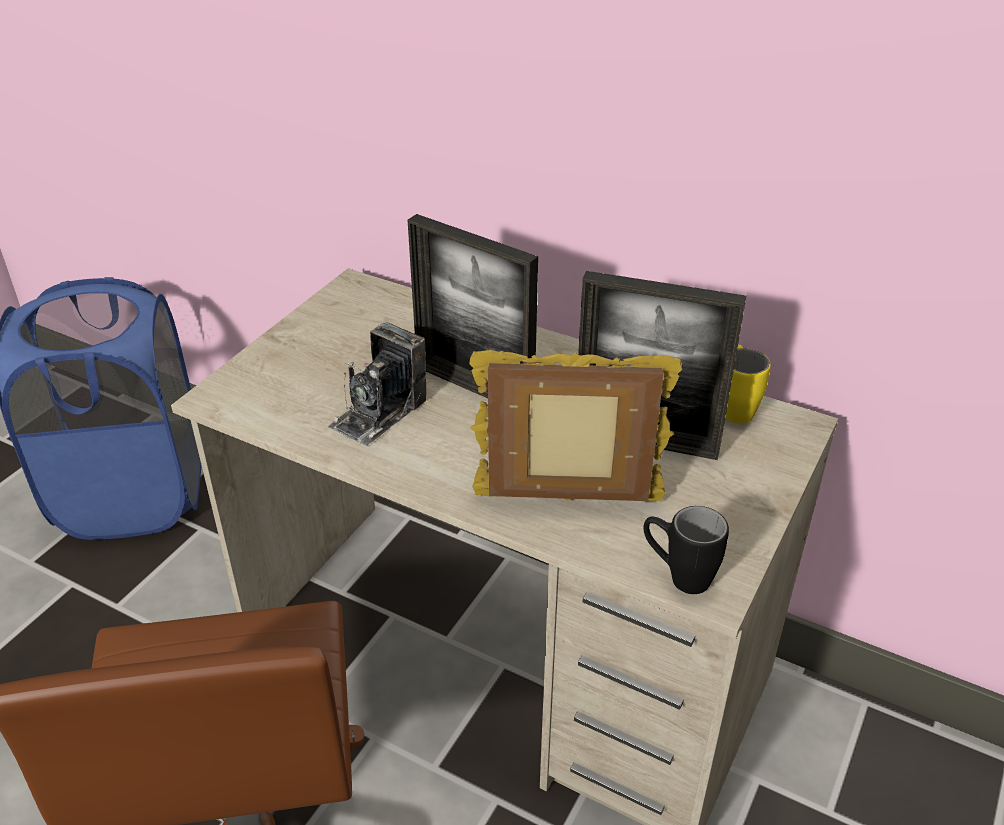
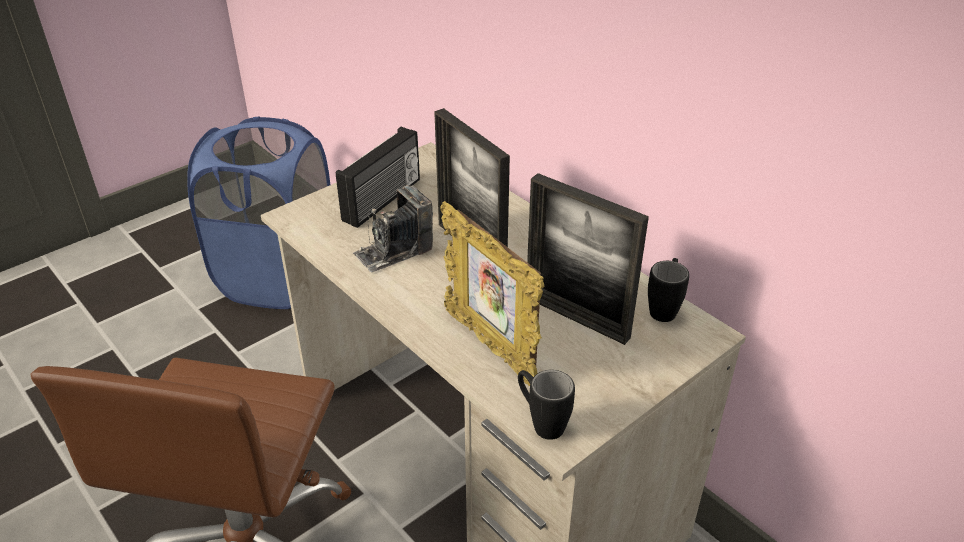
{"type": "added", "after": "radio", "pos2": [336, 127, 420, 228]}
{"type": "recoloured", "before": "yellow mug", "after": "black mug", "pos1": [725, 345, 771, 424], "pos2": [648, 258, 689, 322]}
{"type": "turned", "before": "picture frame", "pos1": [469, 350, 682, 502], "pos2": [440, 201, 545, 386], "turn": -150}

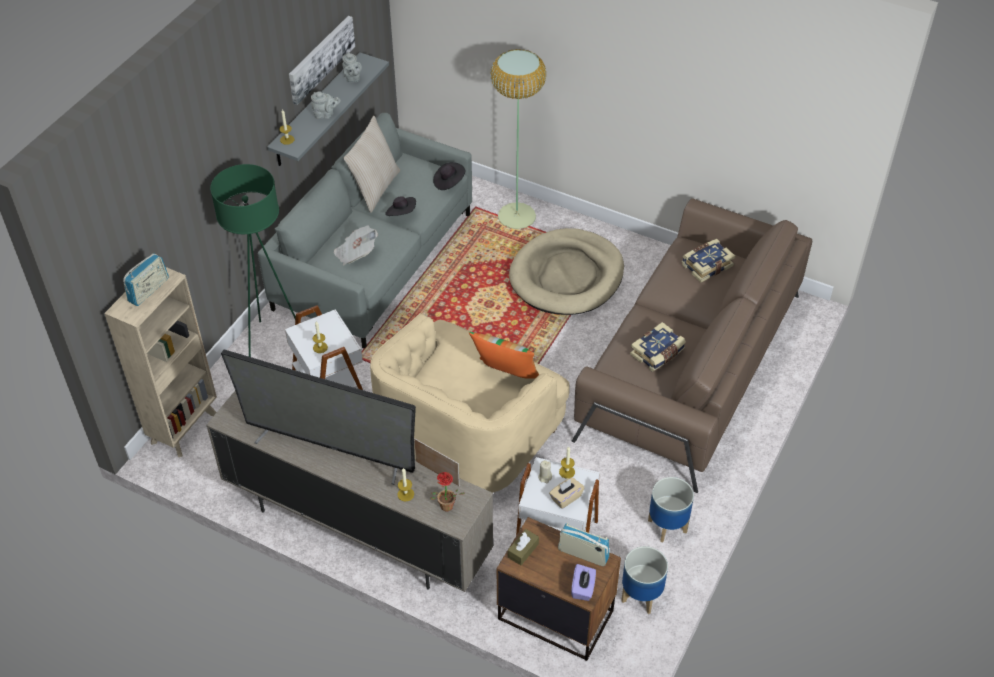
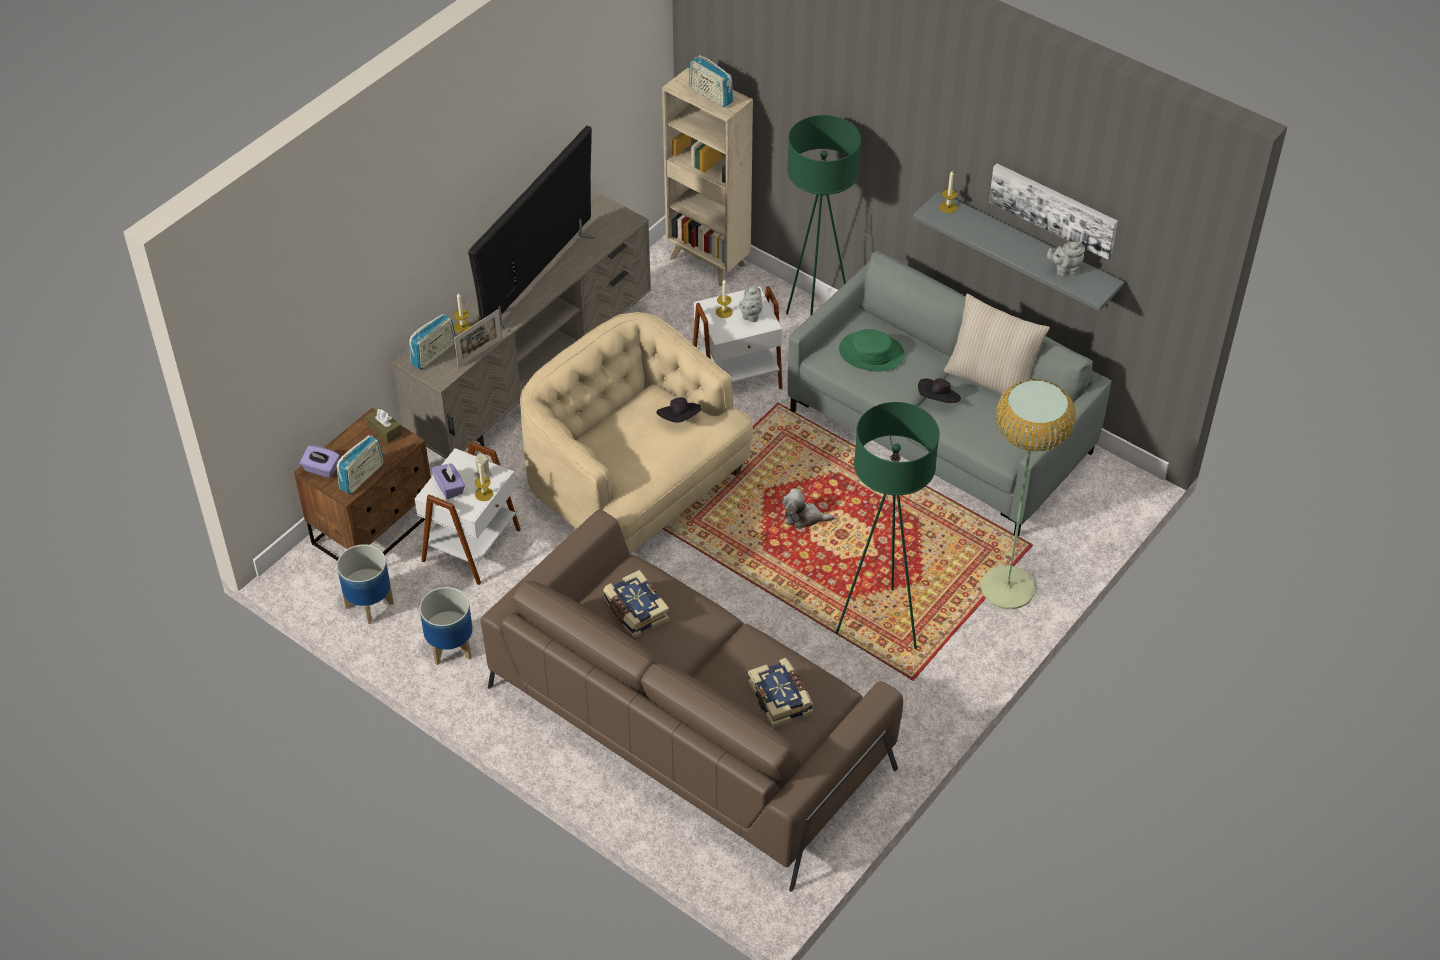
{"type": "removed", "before": "pillow", "pos1": [469, 332, 540, 379]}
{"type": "added", "after": "plush toy", "pos2": [782, 489, 835, 529]}
{"type": "moved", "before": "grey teapot", "pos1": [311, 91, 341, 119], "pos2": [739, 284, 762, 322]}
{"type": "moved", "before": "black hat", "pos1": [433, 162, 465, 190], "pos2": [657, 397, 701, 423]}
{"type": "replaced", "before": "newspaper", "after": "green hat", "pos1": [334, 226, 378, 266], "pos2": [839, 329, 904, 371]}
{"type": "replaced", "before": "potted plant", "after": "radio", "pos1": [430, 472, 465, 512], "pos2": [409, 313, 456, 370]}
{"type": "replaced", "before": "beige dog bed", "after": "green floor lamp", "pos1": [509, 228, 624, 315], "pos2": [835, 402, 940, 649]}
{"type": "recoloured", "before": "beige tissue box", "after": "purple tissue box", "pos1": [549, 477, 584, 509], "pos2": [432, 464, 465, 499]}

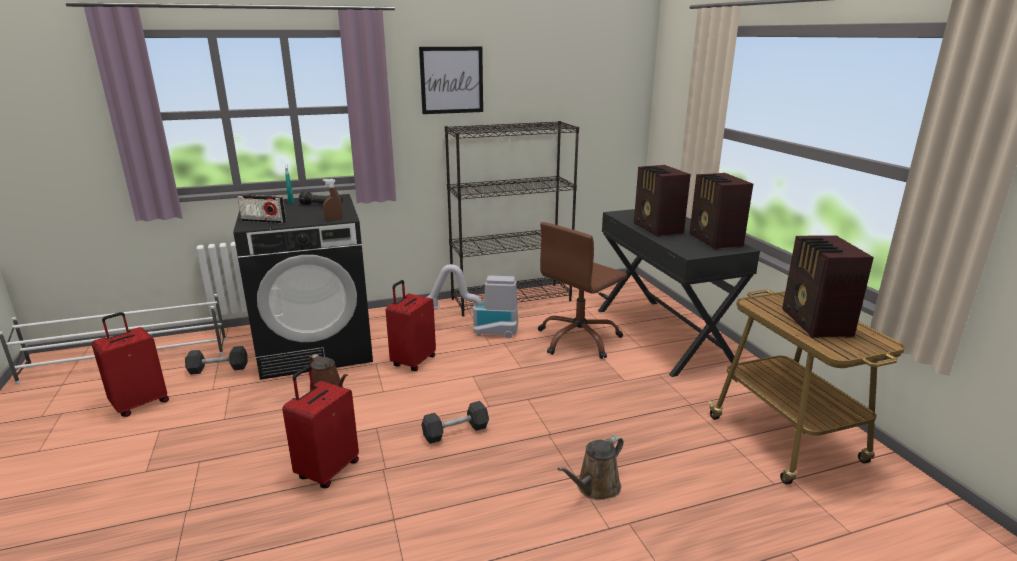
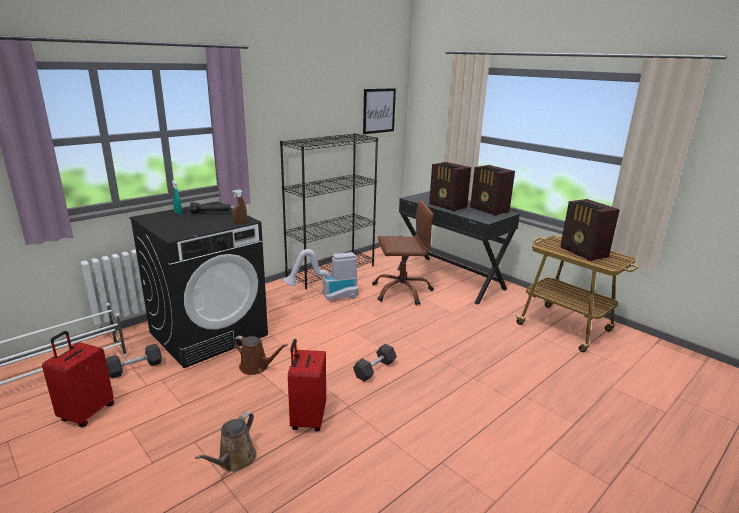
{"type": "removed", "before": "radio", "pos1": [237, 195, 286, 224]}
{"type": "removed", "before": "red suitcase", "pos1": [386, 280, 436, 371]}
{"type": "moved", "before": "picture", "pos1": [419, 47, 483, 114], "pos2": [363, 88, 396, 134]}
{"type": "moved", "before": "brown watering can", "pos1": [557, 435, 624, 500], "pos2": [195, 412, 257, 472]}
{"type": "turned", "before": "brown office chair", "pos1": [538, 222, 627, 359], "pos2": [372, 201, 434, 305], "turn": -120}

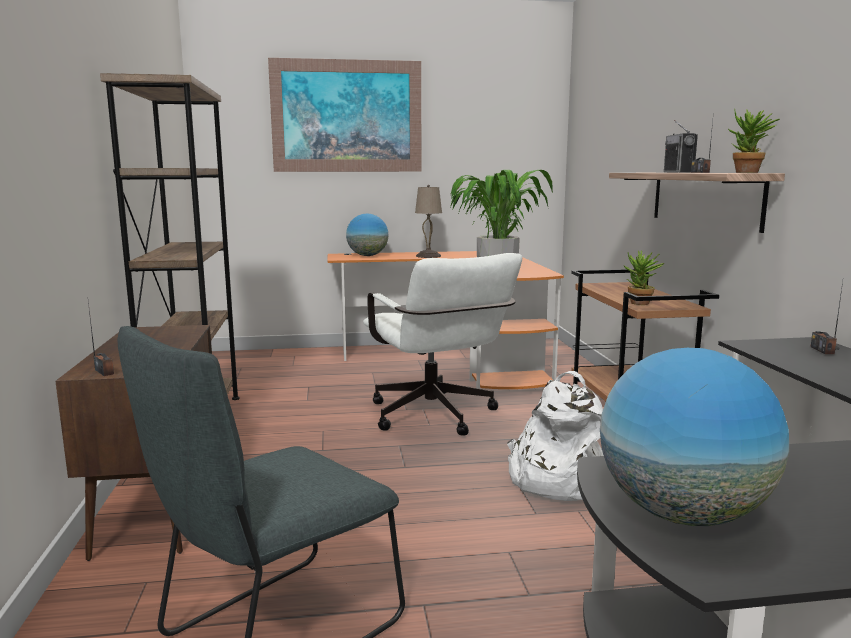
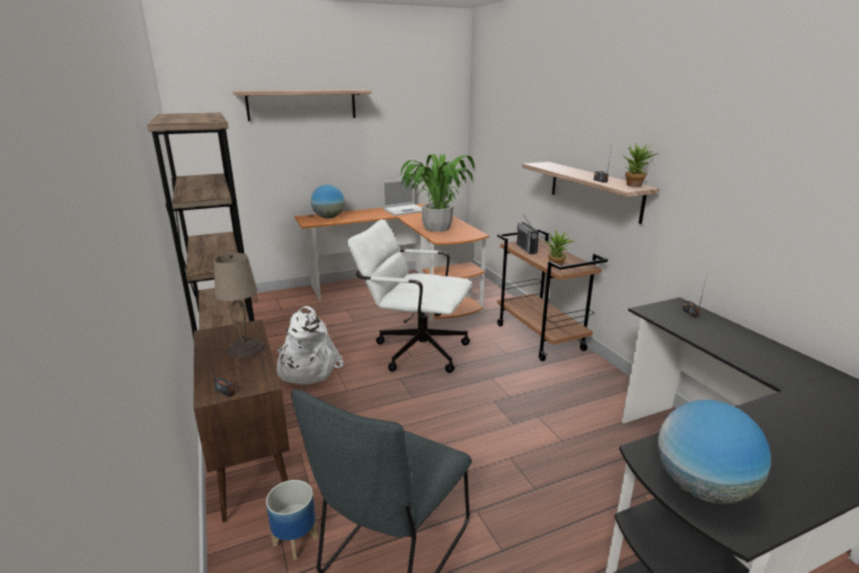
{"type": "added", "after": "planter", "pos2": [266, 480, 318, 560]}
{"type": "added", "after": "laptop", "pos2": [382, 178, 422, 216]}
{"type": "moved", "before": "beige table lamp", "pos1": [415, 185, 442, 258], "pos2": [214, 253, 264, 358]}
{"type": "moved", "before": "white backpack", "pos1": [507, 371, 604, 501], "pos2": [276, 306, 344, 385]}
{"type": "moved", "before": "radio", "pos1": [664, 120, 698, 172], "pos2": [517, 214, 539, 254]}
{"type": "replaced", "before": "picture", "after": "shelf", "pos1": [268, 58, 421, 172], "pos2": [233, 90, 372, 121]}
{"type": "turned", "before": "white office chair", "pos1": [363, 253, 522, 436], "pos2": [347, 219, 472, 373], "turn": 150}

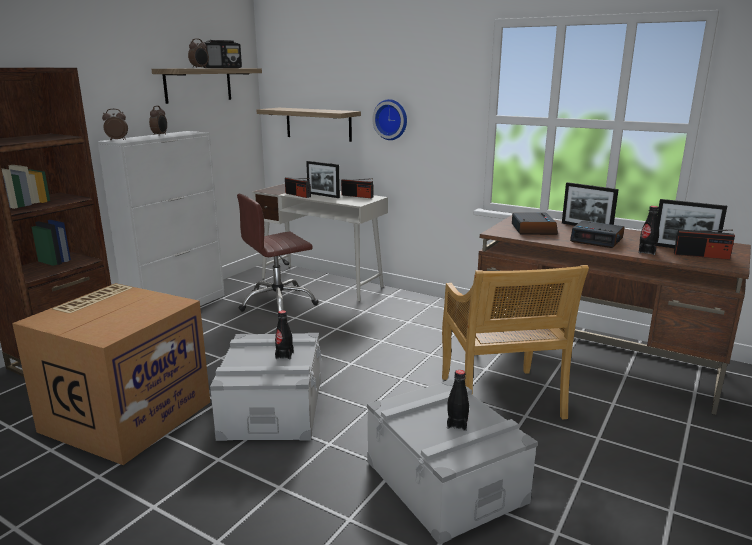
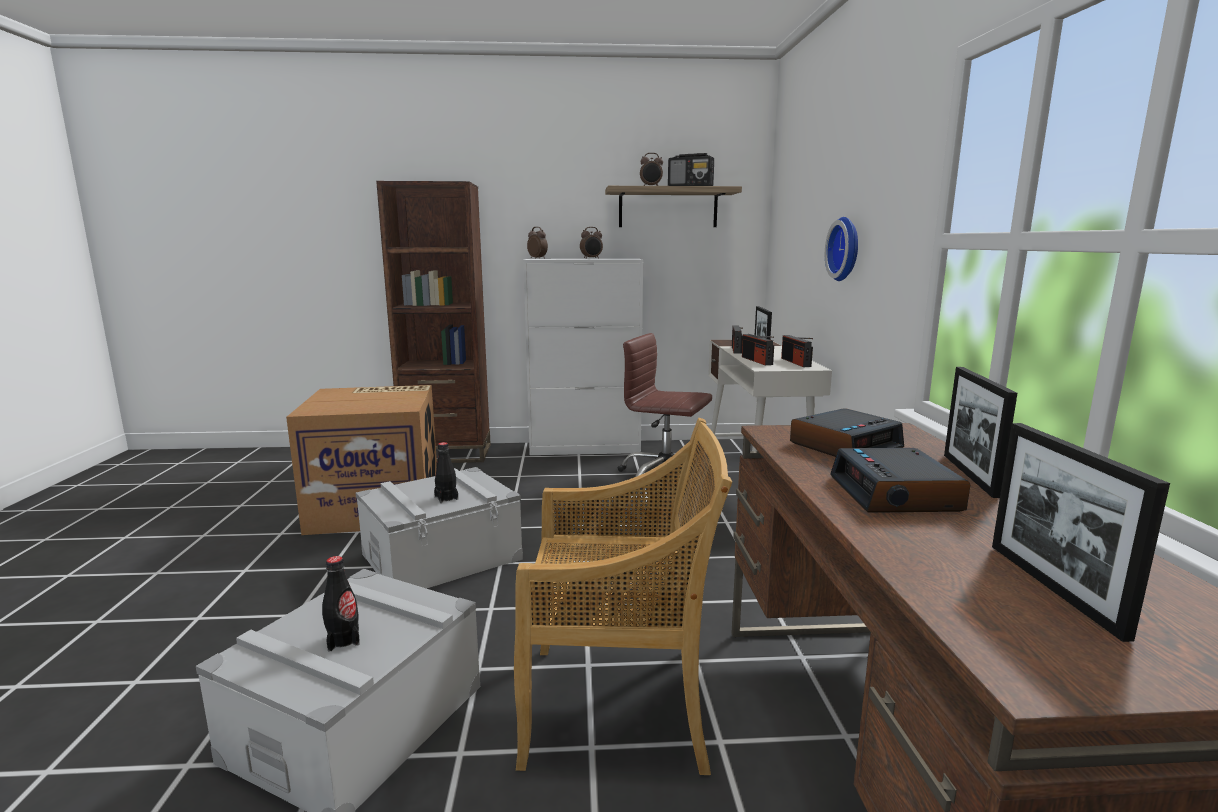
{"type": "removed", "before": "shelf", "pos1": [256, 108, 361, 142]}
{"type": "removed", "before": "black bottle", "pos1": [639, 206, 659, 255]}
{"type": "moved", "before": "radio", "pos1": [674, 229, 735, 260], "pos2": [742, 334, 774, 365]}
{"type": "turned", "before": "beige chair", "pos1": [442, 265, 589, 419], "pos2": [514, 418, 732, 775], "turn": -135}

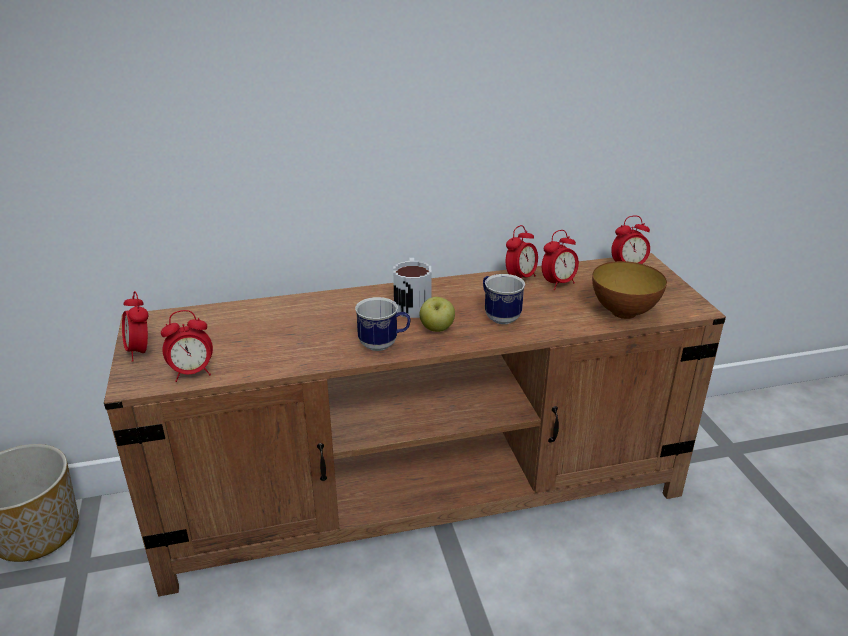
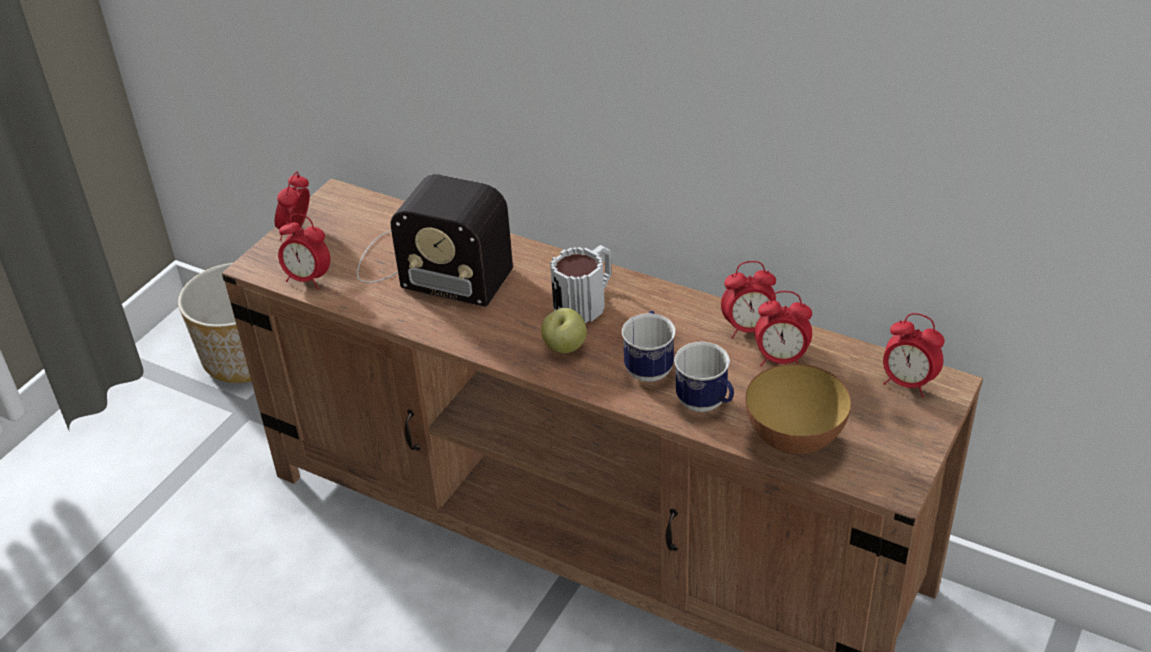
{"type": "added", "after": "radio", "pos2": [357, 174, 513, 307]}
{"type": "moved", "before": "mug", "pos1": [355, 297, 411, 351], "pos2": [674, 342, 734, 412]}

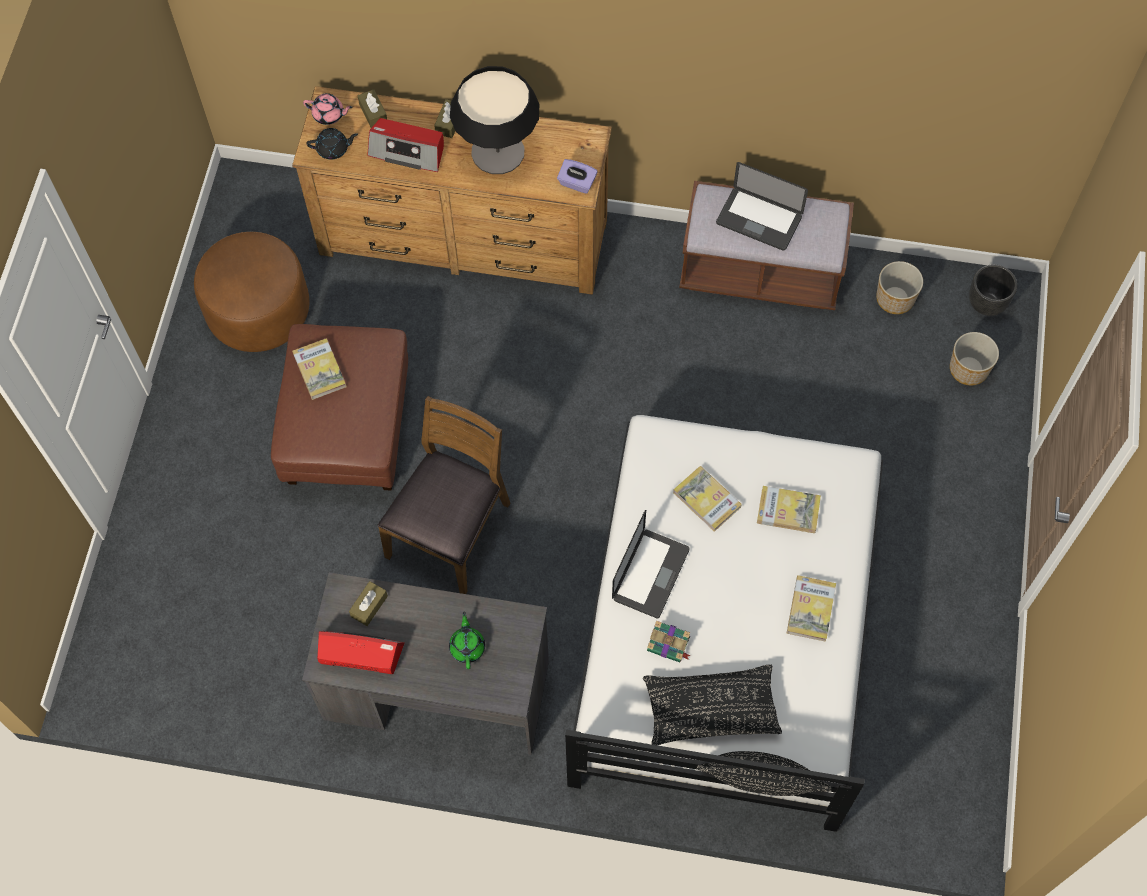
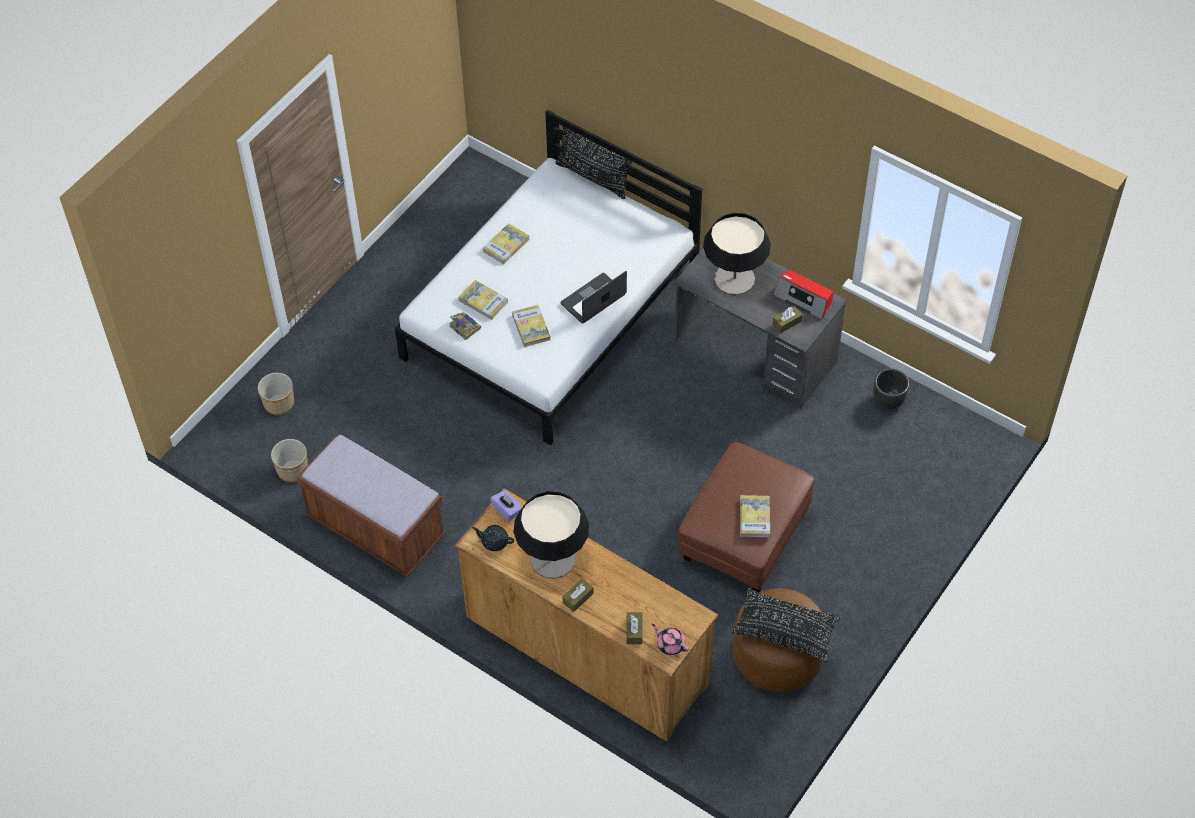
{"type": "removed", "before": "radio", "pos1": [367, 118, 444, 172]}
{"type": "removed", "before": "brown chair", "pos1": [377, 396, 510, 594]}
{"type": "removed", "before": "laptop", "pos1": [716, 162, 808, 251]}
{"type": "moved", "before": "black teapot", "pos1": [306, 128, 358, 160], "pos2": [472, 525, 514, 551]}
{"type": "moved", "before": "black pillow", "pos1": [643, 664, 782, 745], "pos2": [731, 588, 841, 662]}
{"type": "moved", "before": "book", "pos1": [647, 621, 691, 662], "pos2": [449, 312, 481, 340]}
{"type": "moved", "before": "black planter", "pos1": [969, 264, 1017, 316], "pos2": [873, 368, 909, 410]}
{"type": "replaced", "before": "green teapot", "after": "table lamp", "pos1": [449, 611, 485, 669], "pos2": [703, 213, 771, 295]}

